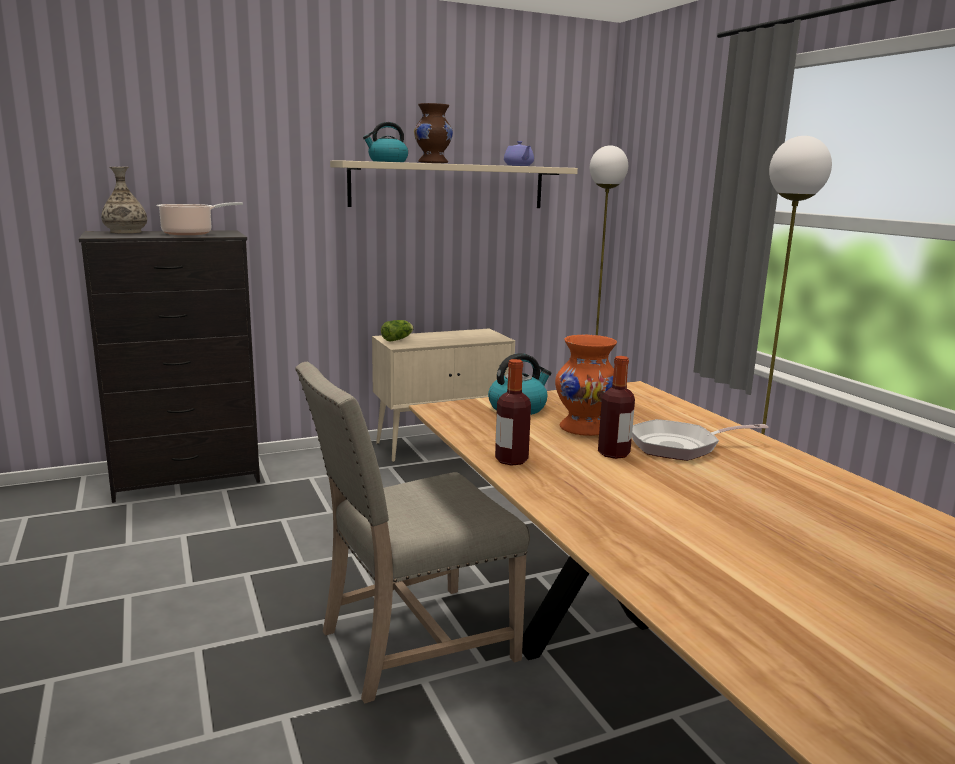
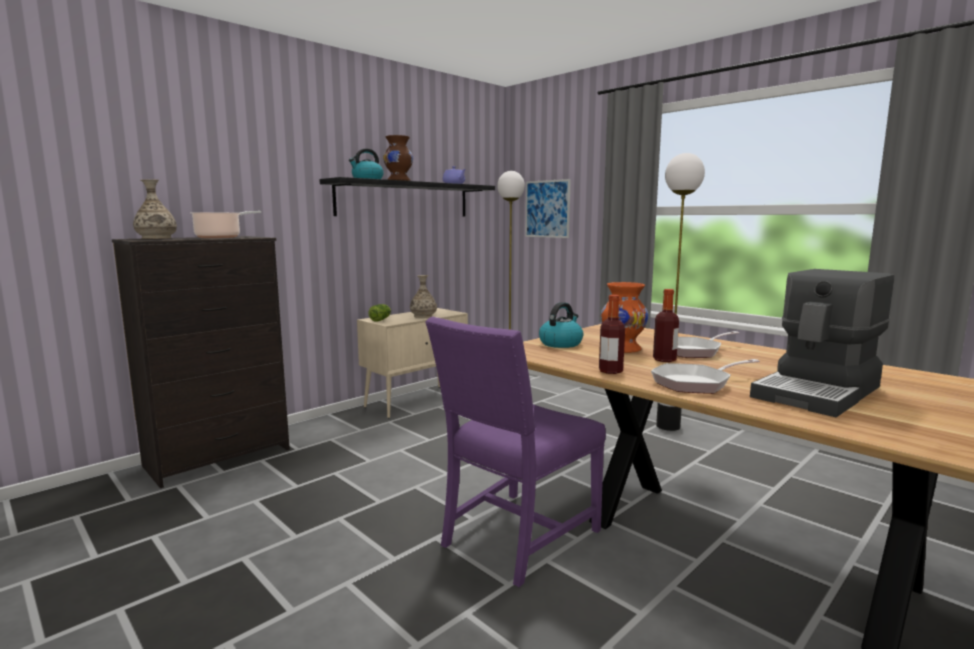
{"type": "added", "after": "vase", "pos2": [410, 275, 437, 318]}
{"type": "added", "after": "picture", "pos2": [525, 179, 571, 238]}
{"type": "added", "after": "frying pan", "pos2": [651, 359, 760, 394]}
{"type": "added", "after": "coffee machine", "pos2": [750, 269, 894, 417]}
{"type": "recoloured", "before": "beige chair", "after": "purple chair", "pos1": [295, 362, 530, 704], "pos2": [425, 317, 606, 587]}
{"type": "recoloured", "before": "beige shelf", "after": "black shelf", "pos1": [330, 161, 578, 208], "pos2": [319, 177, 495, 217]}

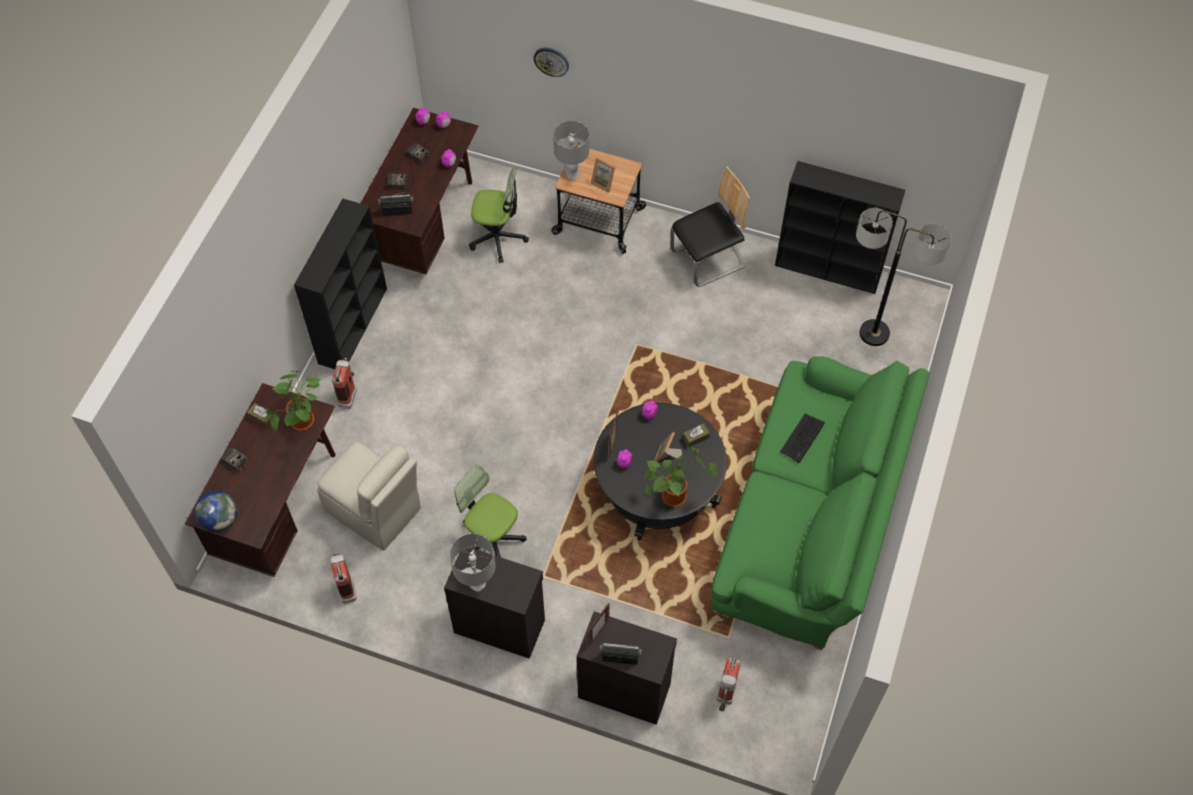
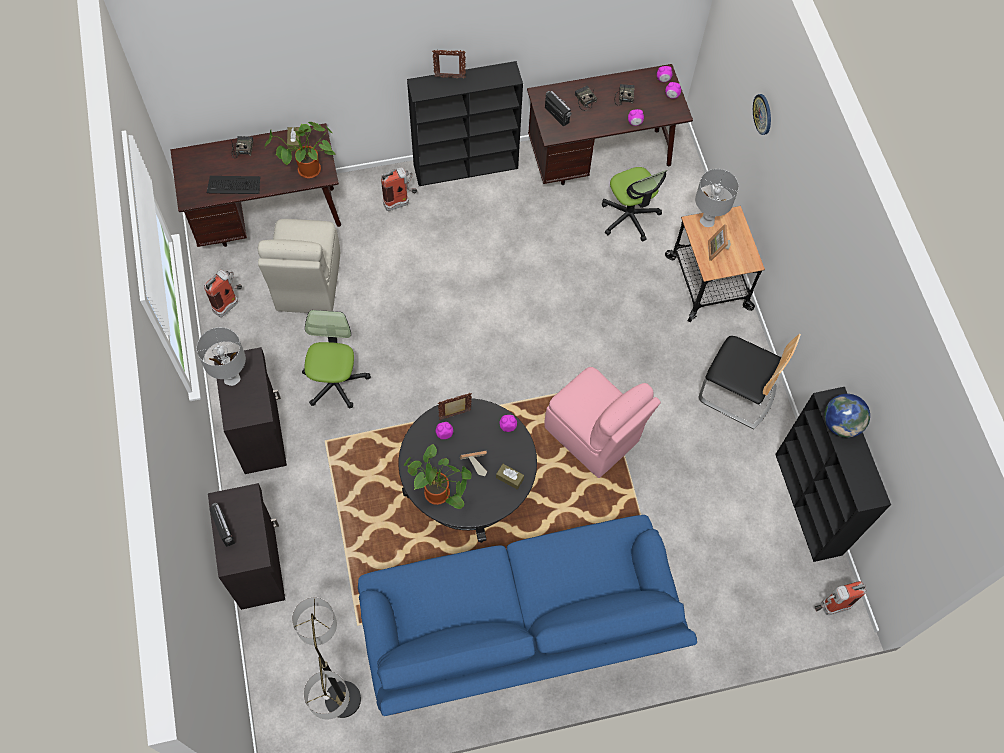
{"type": "added", "after": "pink chair", "pos2": [544, 367, 661, 478]}
{"type": "moved", "before": "globe", "pos1": [194, 491, 237, 532], "pos2": [824, 394, 870, 438]}
{"type": "moved", "before": "picture frame", "pos1": [587, 603, 610, 648], "pos2": [432, 49, 466, 78]}
{"type": "moved", "before": "fire extinguisher", "pos1": [717, 657, 740, 711], "pos2": [814, 581, 866, 615]}
{"type": "moved", "before": "keyboard", "pos1": [780, 414, 825, 463], "pos2": [206, 176, 260, 194]}
{"type": "moved", "before": "floor lamp", "pos1": [856, 208, 952, 346], "pos2": [292, 597, 361, 719]}
{"type": "recoloured", "before": "green sofa", "after": "blue sofa", "pos1": [711, 356, 930, 650], "pos2": [358, 515, 697, 716]}

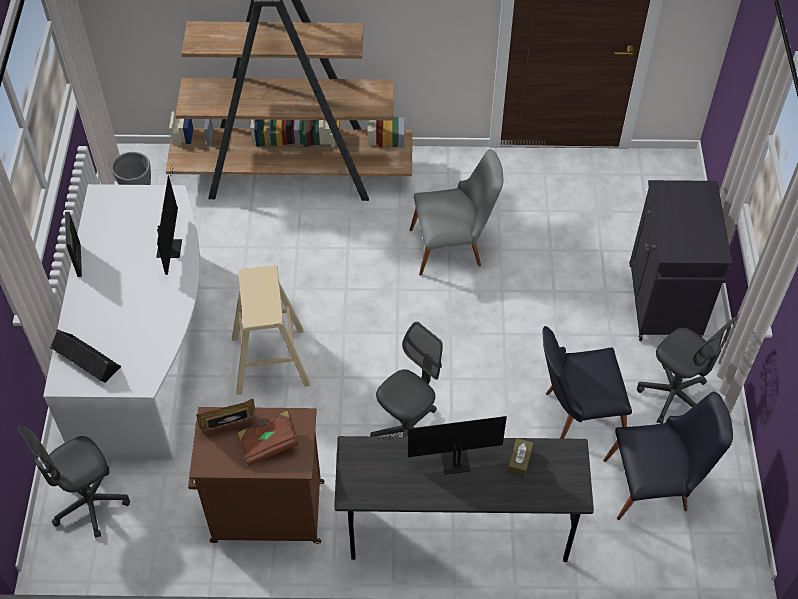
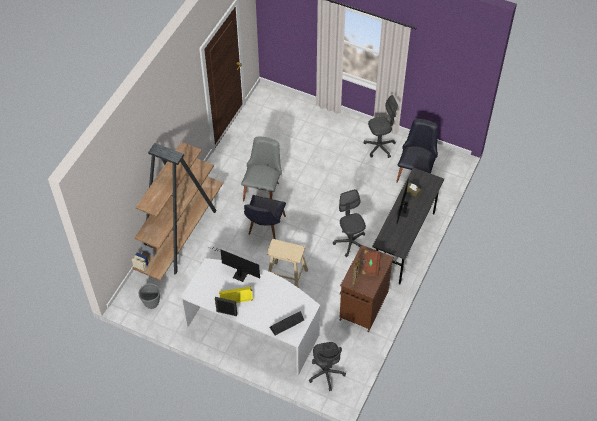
{"type": "removed", "before": "black cabinet", "pos1": [629, 180, 732, 341]}
{"type": "added", "after": "yellow speaker", "pos2": [219, 286, 253, 303]}
{"type": "moved", "before": "black chair", "pos1": [543, 326, 632, 439], "pos2": [244, 195, 286, 239]}

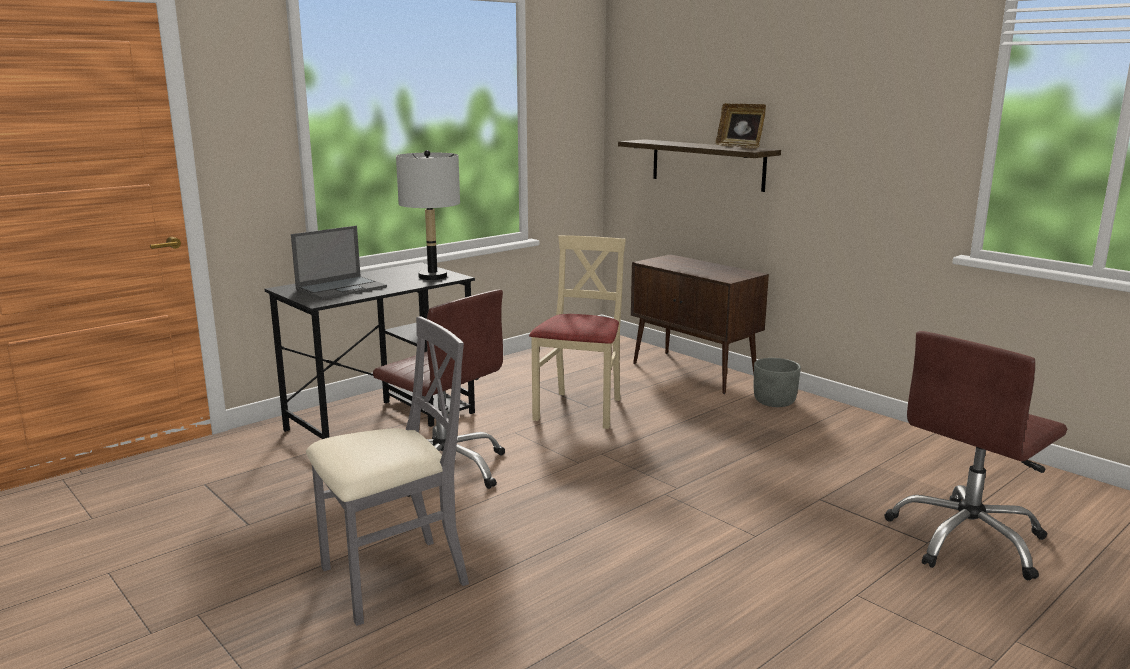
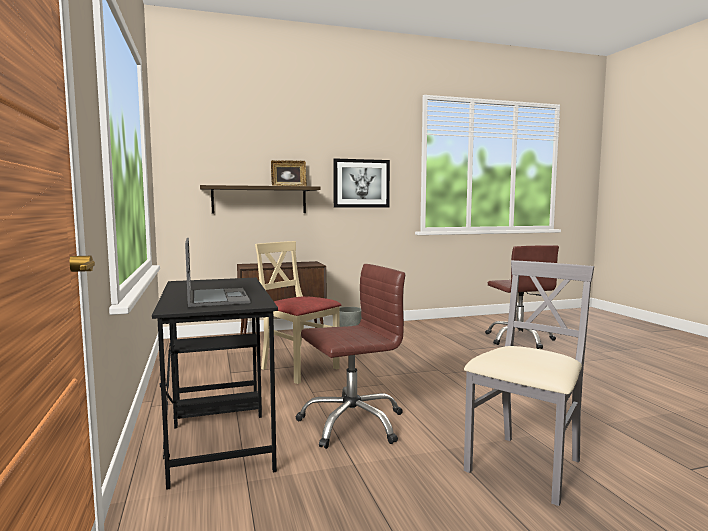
{"type": "removed", "before": "grey table lamp", "pos1": [396, 150, 460, 280]}
{"type": "added", "after": "picture", "pos2": [333, 158, 390, 208]}
{"type": "turned", "before": "grey chair", "pos1": [306, 317, 469, 626], "pos2": [464, 260, 594, 506], "turn": 45}

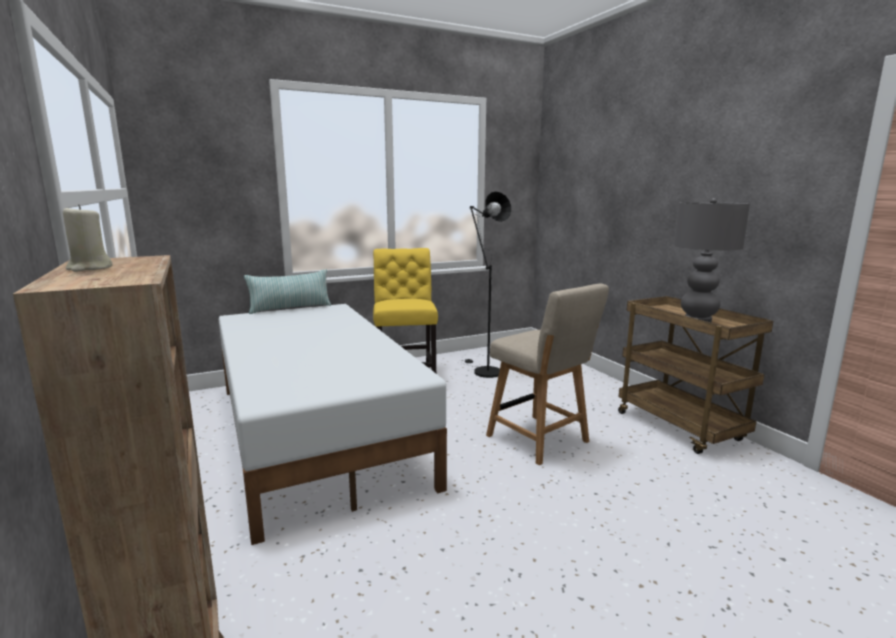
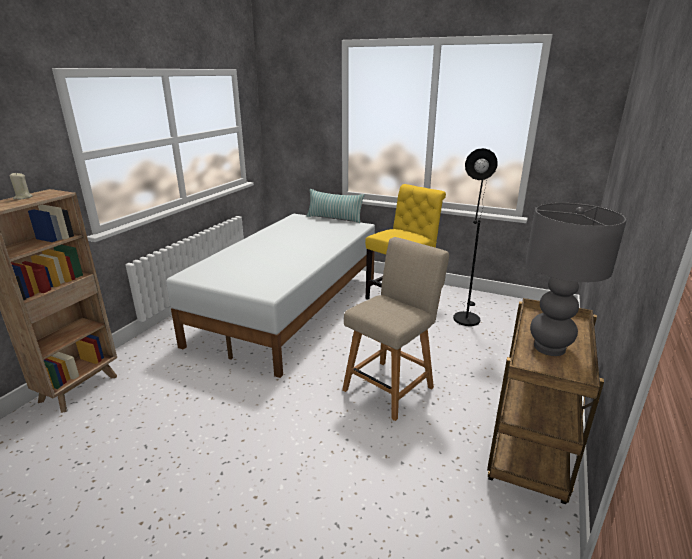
{"type": "turned", "before": "beige chair", "pos1": [486, 283, 609, 465], "pos2": [342, 237, 449, 421], "turn": -150}

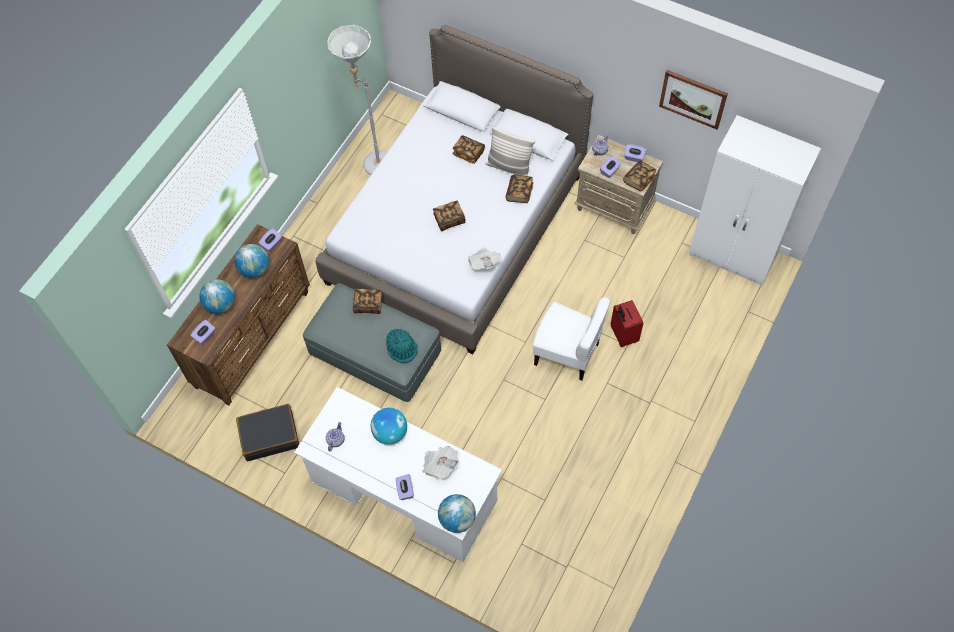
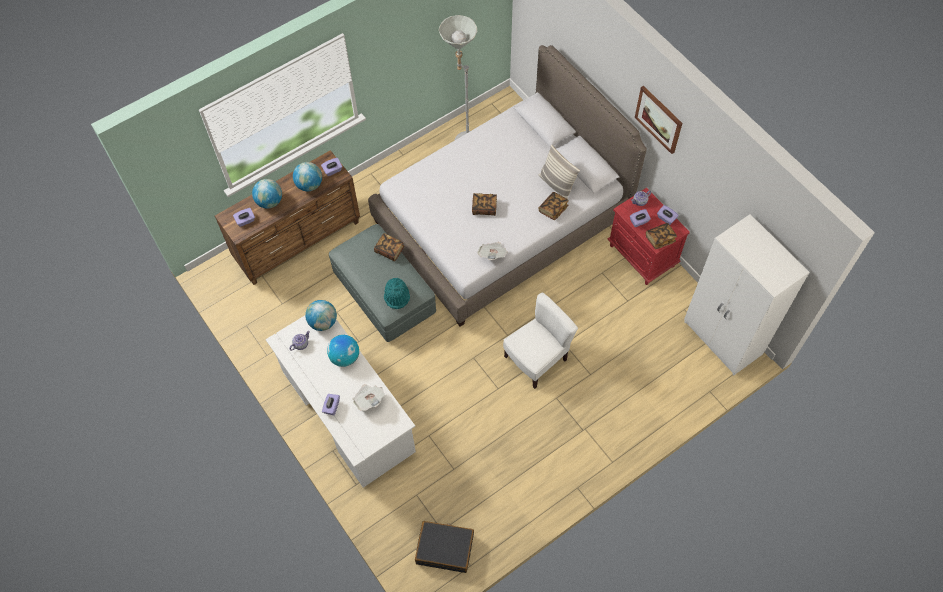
{"type": "removed", "before": "book", "pos1": [452, 135, 485, 164]}
{"type": "removed", "before": "red suitcase", "pos1": [611, 300, 643, 347]}
{"type": "moved", "before": "black suitcase", "pos1": [236, 404, 299, 461], "pos2": [415, 521, 474, 573]}
{"type": "moved", "before": "globe", "pos1": [438, 494, 476, 533], "pos2": [305, 300, 337, 331]}
{"type": "moved", "before": "picture", "pos1": [659, 70, 728, 129], "pos2": [635, 86, 682, 154]}
{"type": "recoloured", "before": "beige nightstand", "after": "red nightstand", "pos1": [574, 135, 663, 234], "pos2": [607, 188, 690, 285]}
{"type": "turned", "before": "white chair", "pos1": [533, 297, 610, 381], "pos2": [503, 292, 578, 389], "turn": -90}

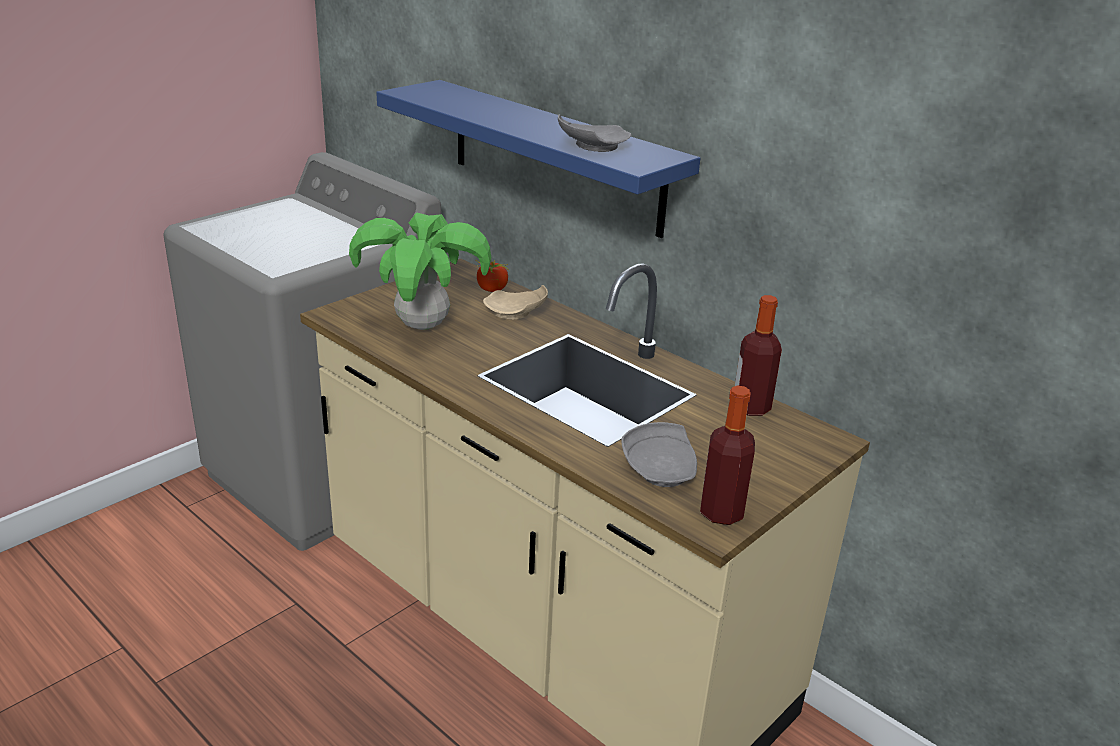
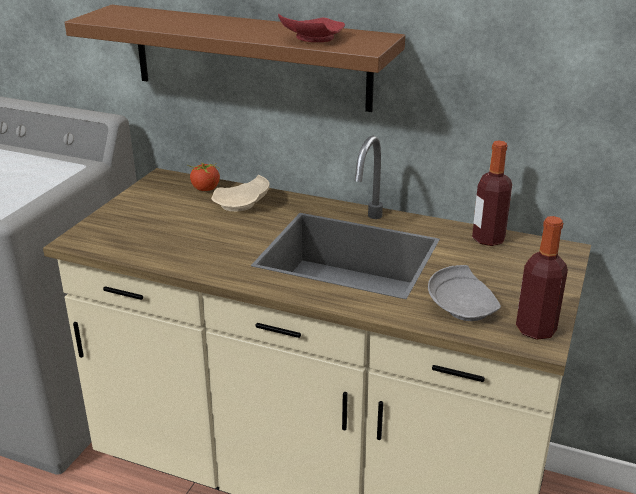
{"type": "removed", "before": "potted plant", "pos1": [349, 212, 491, 330]}
{"type": "recoloured", "before": "blue shelf", "after": "brown shelf", "pos1": [376, 80, 700, 238], "pos2": [65, 5, 405, 112]}
{"type": "recoloured", "before": "grey plate", "after": "red plate", "pos1": [558, 114, 631, 152], "pos2": [278, 14, 345, 42]}

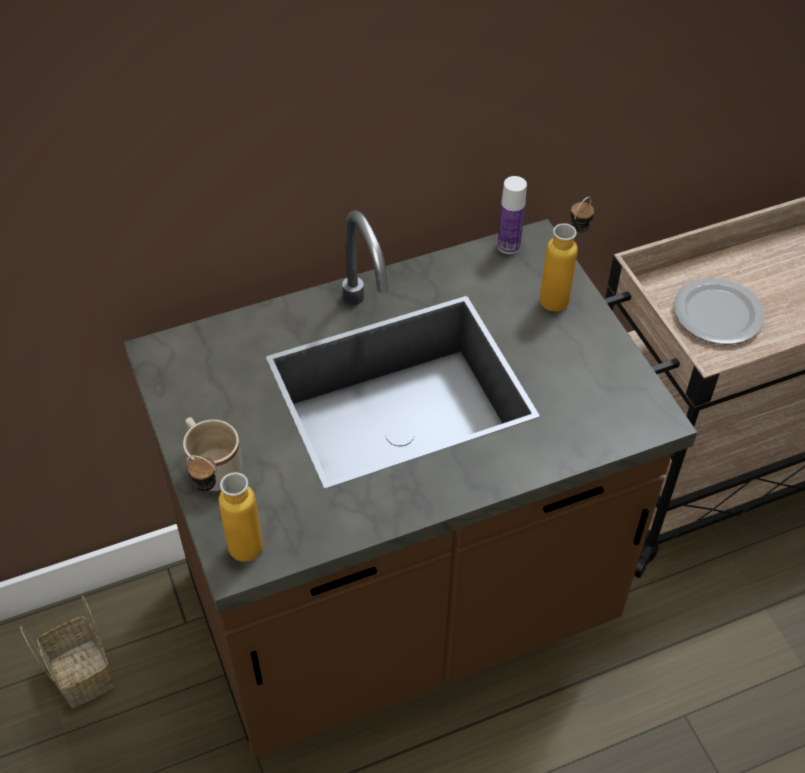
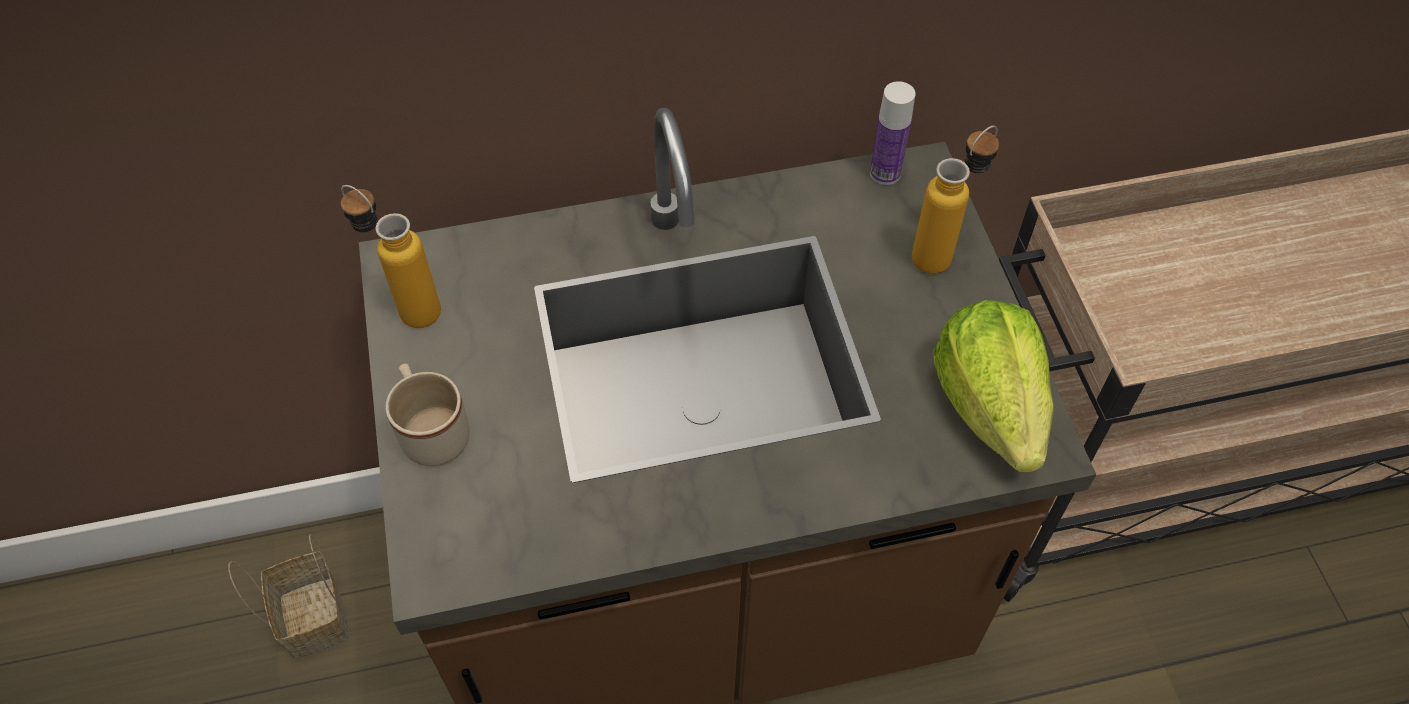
{"type": "removed", "before": "plate", "pos1": [674, 278, 765, 345]}
{"type": "added", "after": "lettuce", "pos2": [933, 300, 1054, 472]}
{"type": "moved", "before": "bottle", "pos1": [187, 455, 263, 562], "pos2": [341, 185, 441, 328]}

